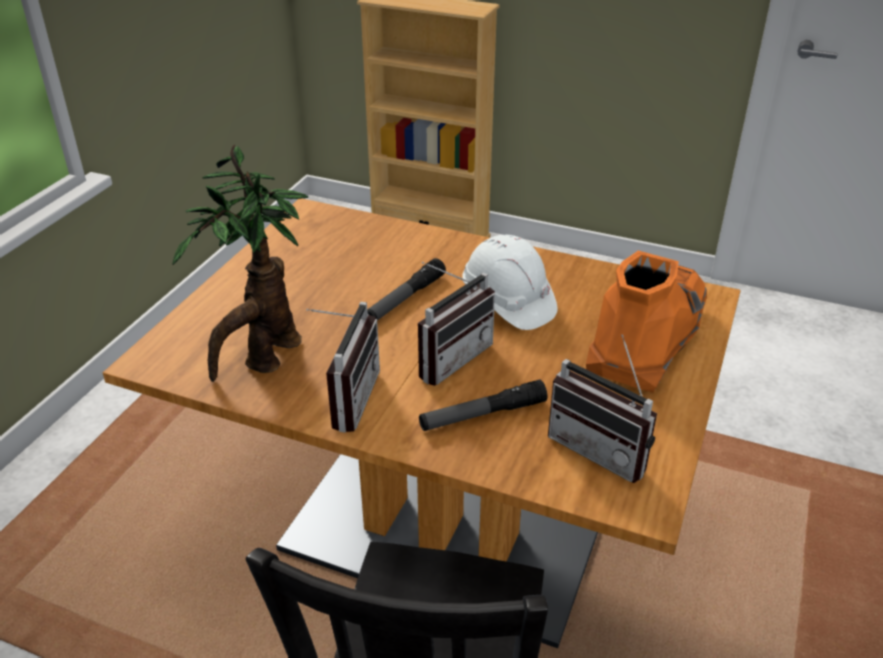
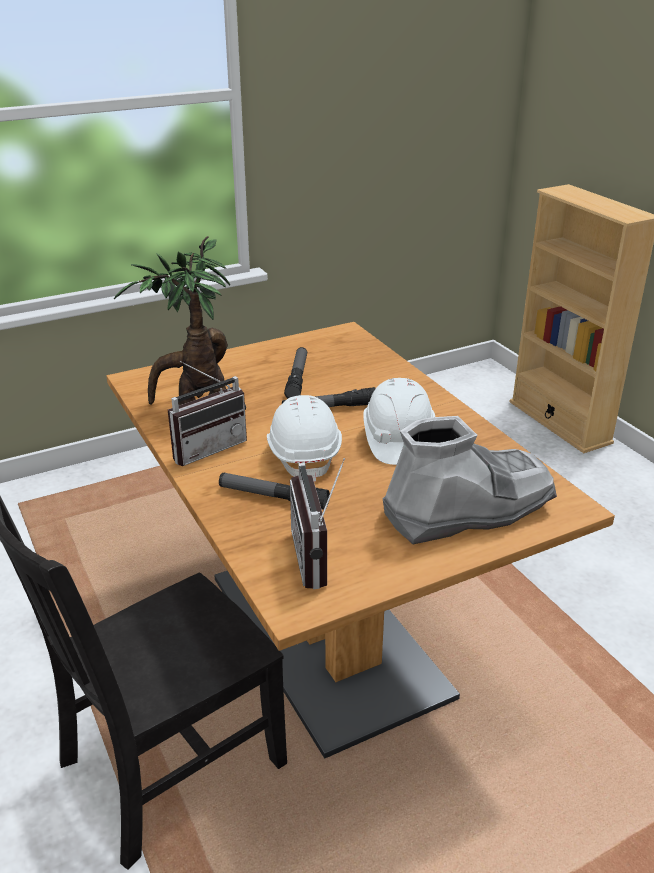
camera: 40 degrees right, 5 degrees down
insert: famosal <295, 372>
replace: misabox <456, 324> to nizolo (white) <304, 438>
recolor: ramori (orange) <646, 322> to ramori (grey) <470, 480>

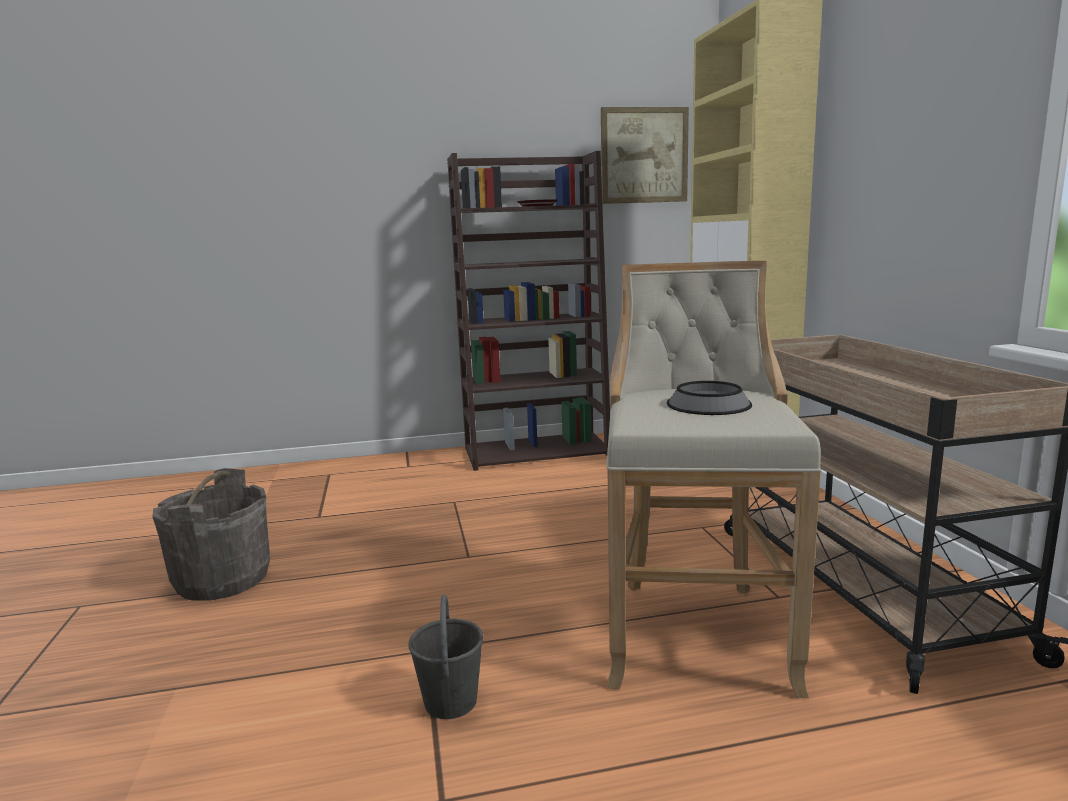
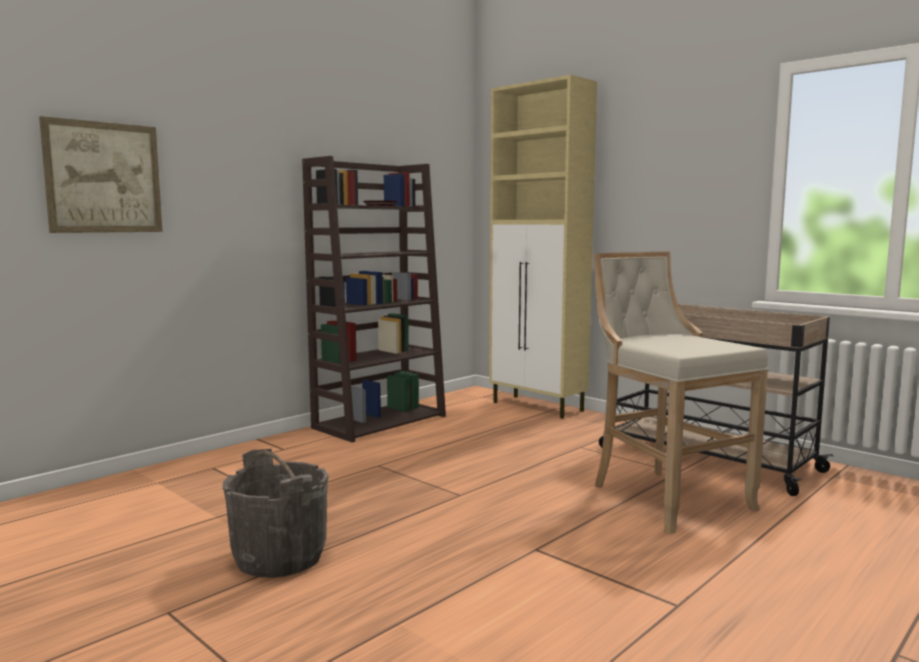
camera: 35 degrees left, 5 degrees down
delete: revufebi <709, 398>; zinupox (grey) <446, 656>
move: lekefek <645, 155> to <100, 174>

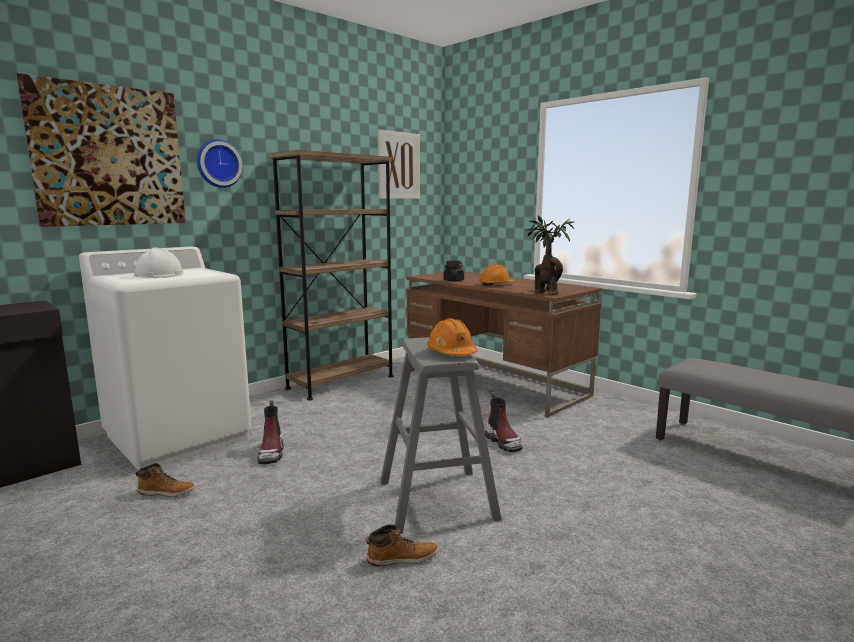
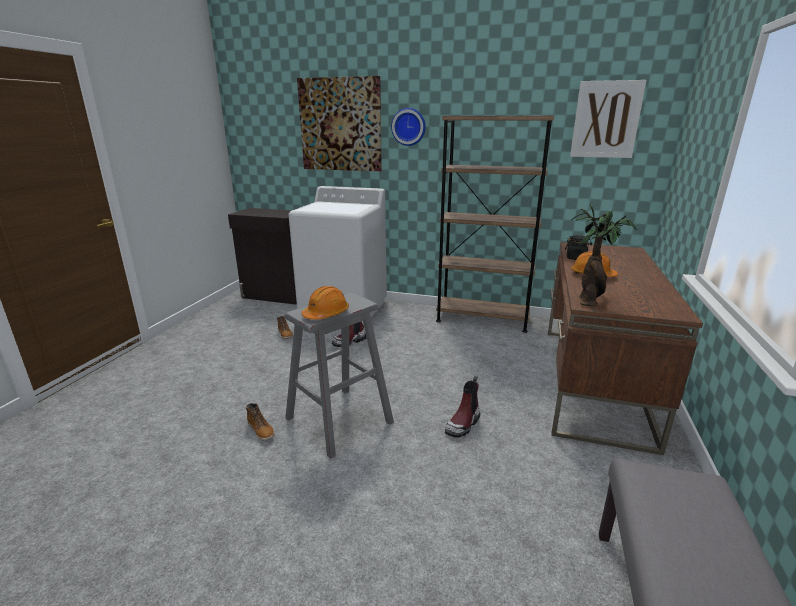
camera: 60 degrees right, 10 degrees up
delete: nizolo (white) <159, 263>

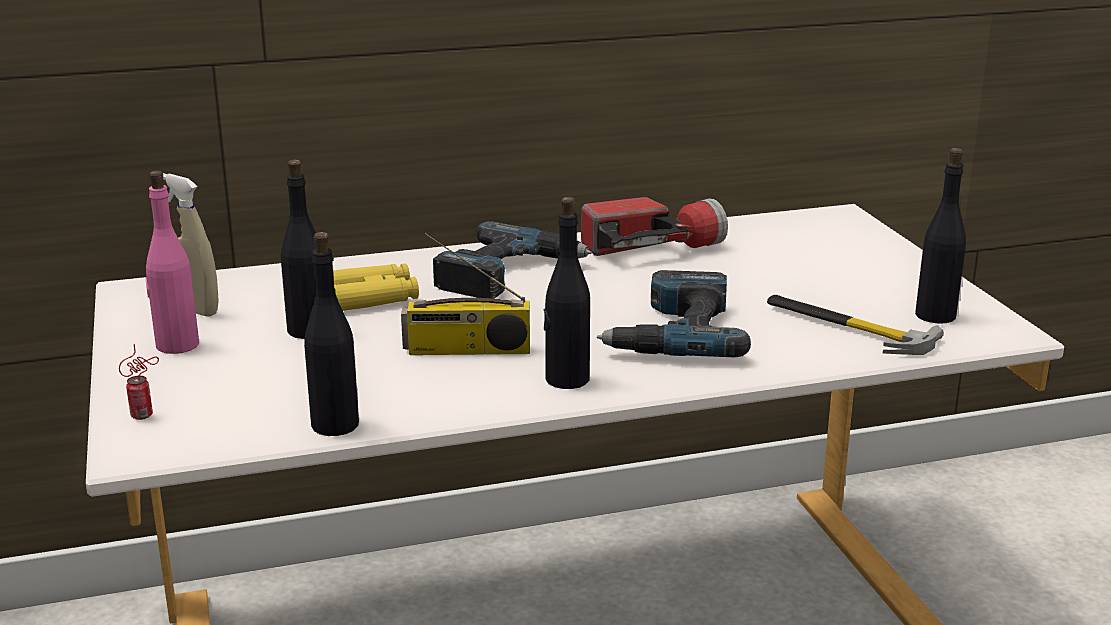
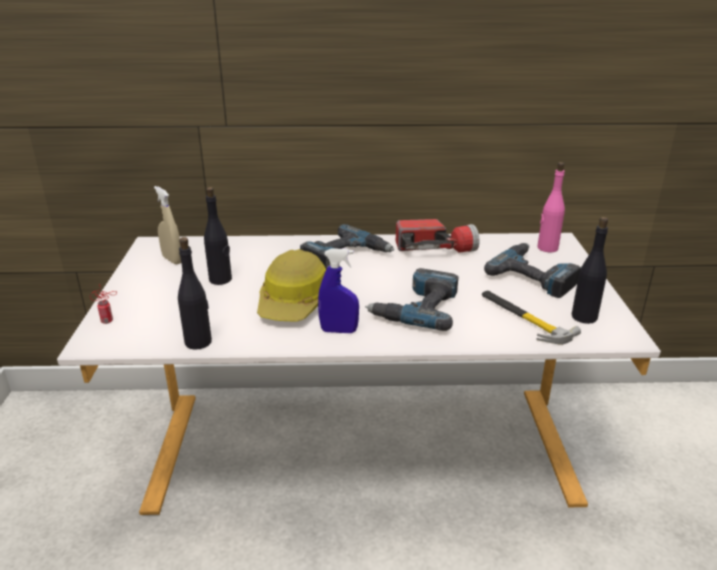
camera: 15 degrees right, 5 degrees up
delete: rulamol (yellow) <376, 287>
insert: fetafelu <532, 270>
move: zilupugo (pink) <172, 262> to <551, 207>
replace: zilupugo (black) <567, 293> to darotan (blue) <338, 290>; misabox <465, 294> to nizolo <291, 285>

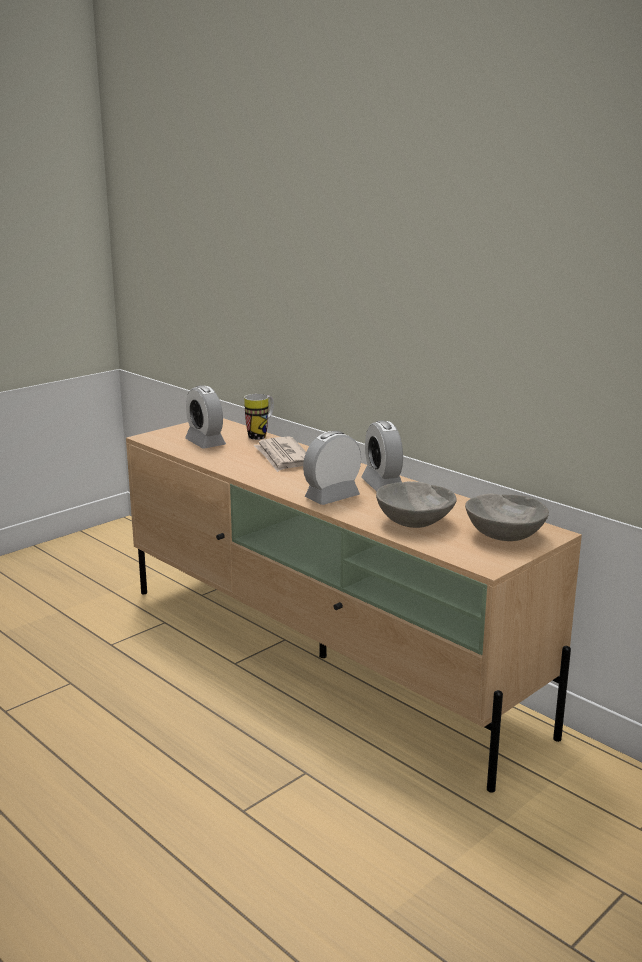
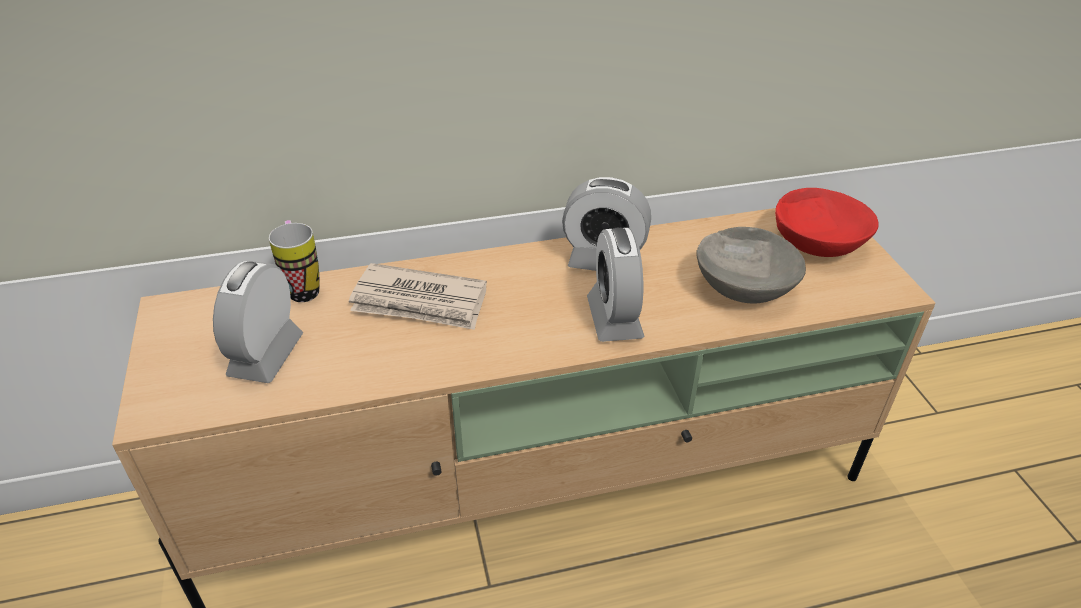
camera: 60 degrees left, 20 degrees up
recolor: revufebi (grey) <507, 517> to revufebi (red) <827, 222>
rotate: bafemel <205, 417> = <258, 322> 105 degrees clockwise

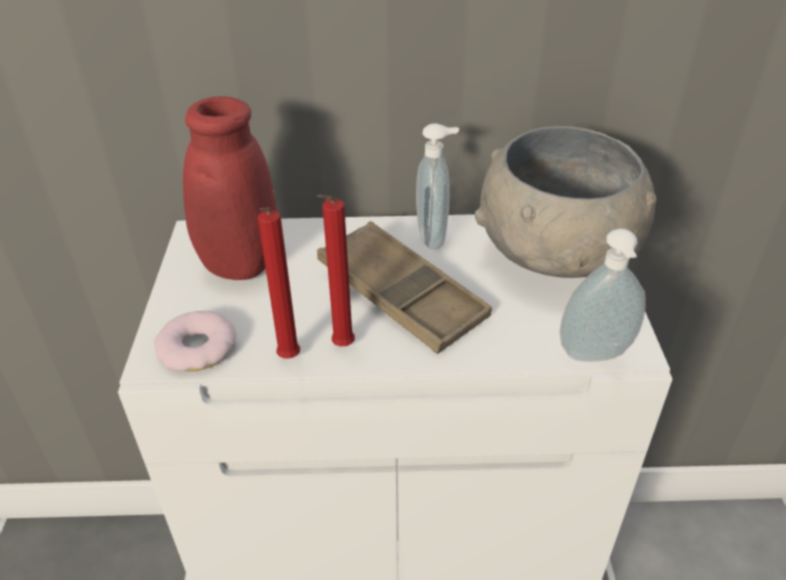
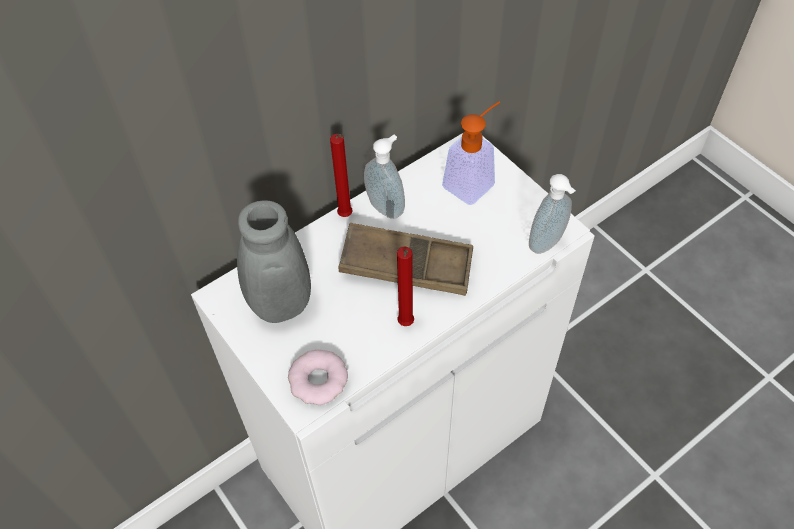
camera: 35 degrees left, 15 degrees up
move: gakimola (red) <279, 283> to <341, 175>
replace: revufebi (grey) <565, 202> to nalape <471, 153>
recolor: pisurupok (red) <168, 188> to pisurupok (grey) <261, 261>

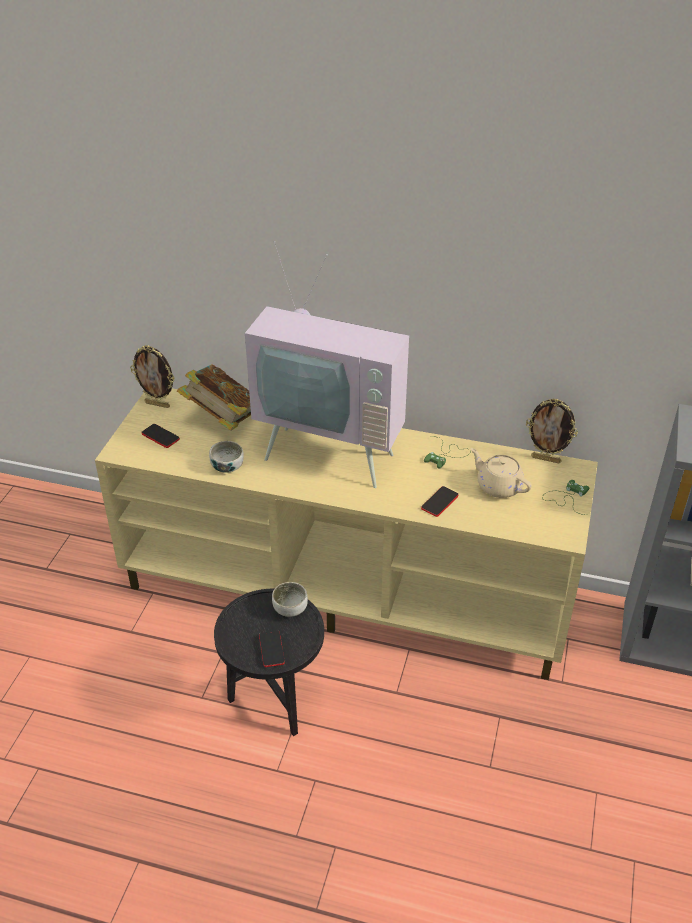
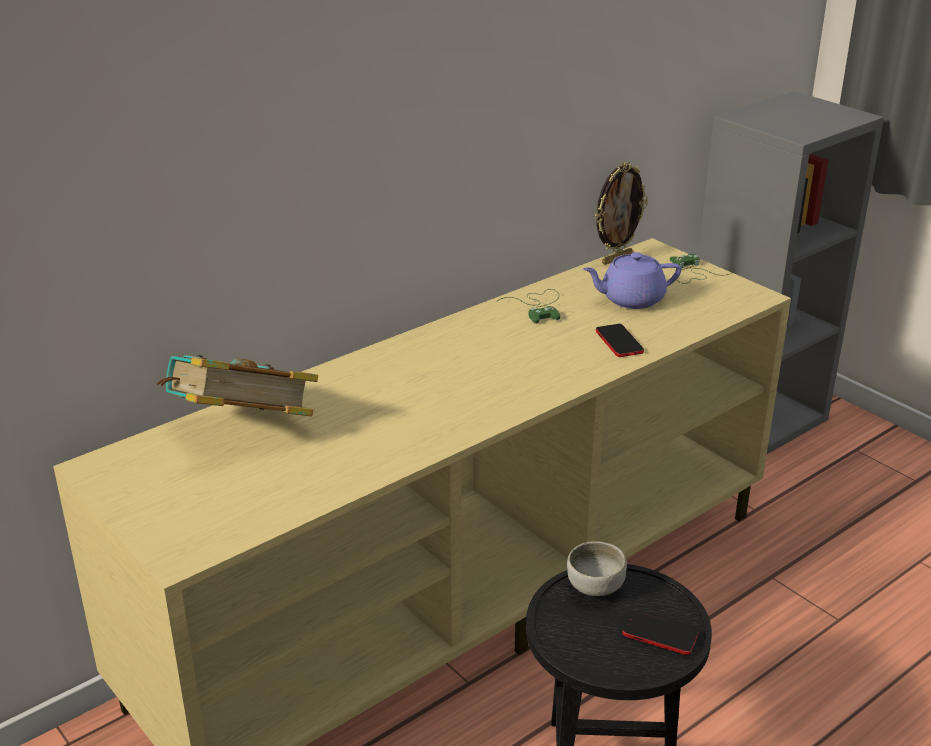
camera: 55 degrees left, 10 degrees down
delete: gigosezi <327, 364>; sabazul <152, 376>; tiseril <160, 436>; revufebi <226, 457>
recolor: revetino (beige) <501, 473> to revetino (purple) <632, 280>

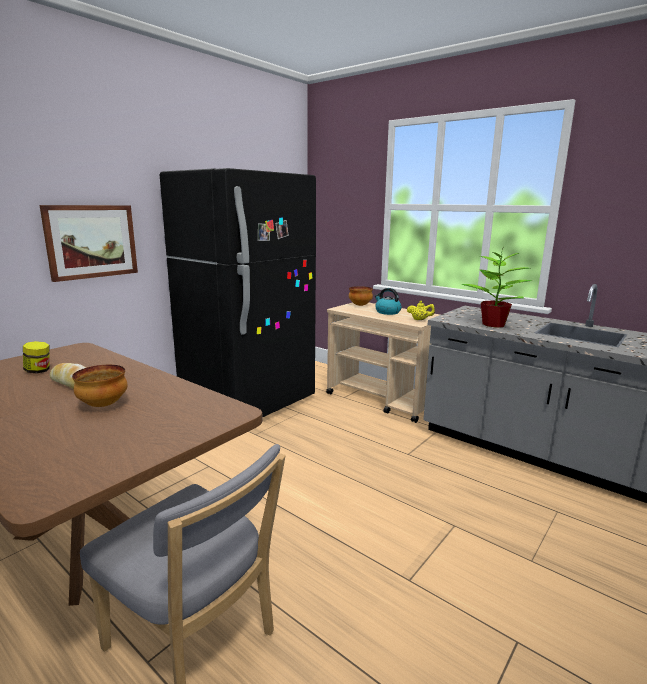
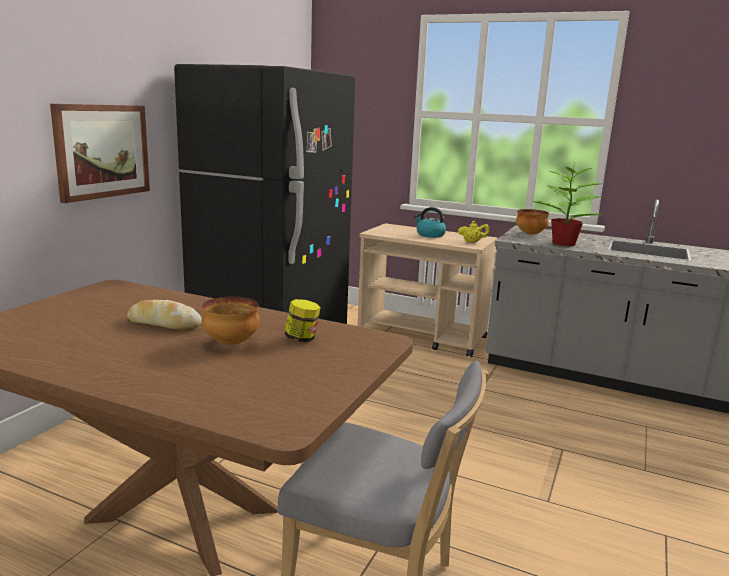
camera: 15 degrees left, 0 degrees up
move: revufebi <361, 296> to <532, 222>; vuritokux <36, 357> to <302, 320>

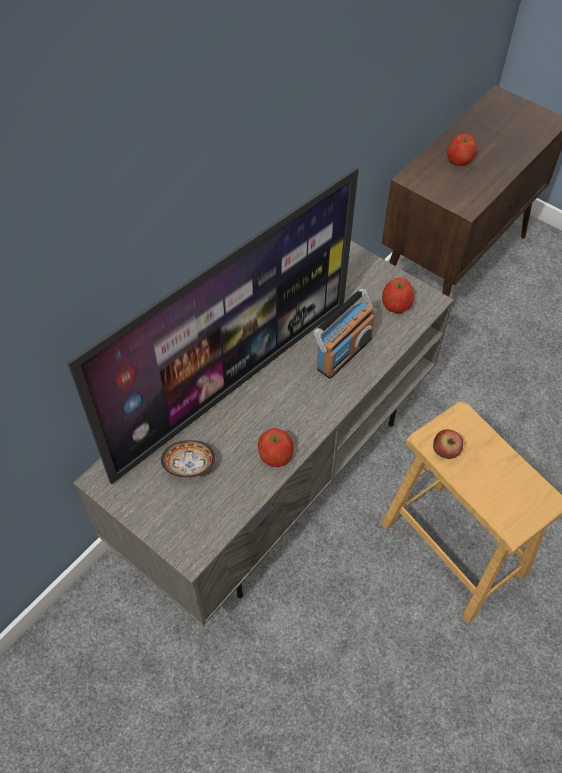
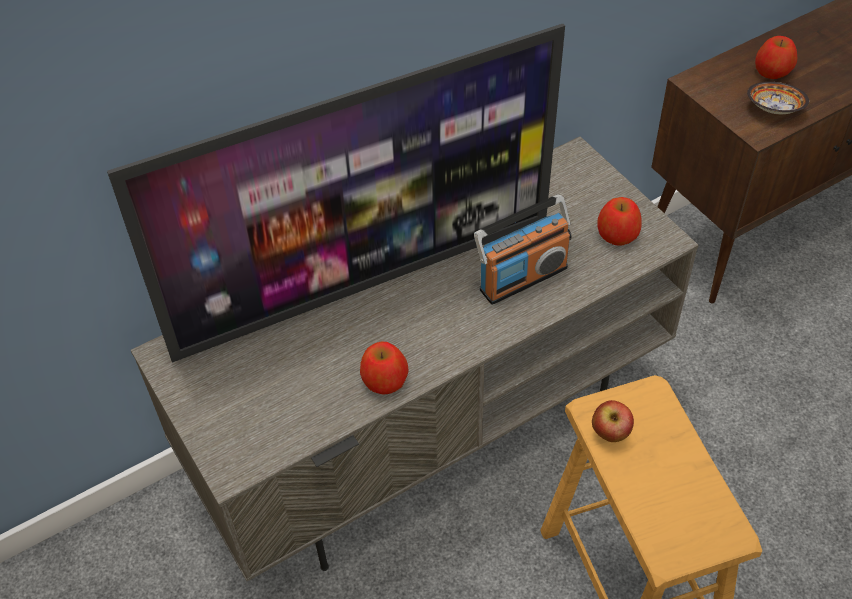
camera: 20 degrees right, 5 degrees down
move: revufebi <188, 459> to <778, 98>

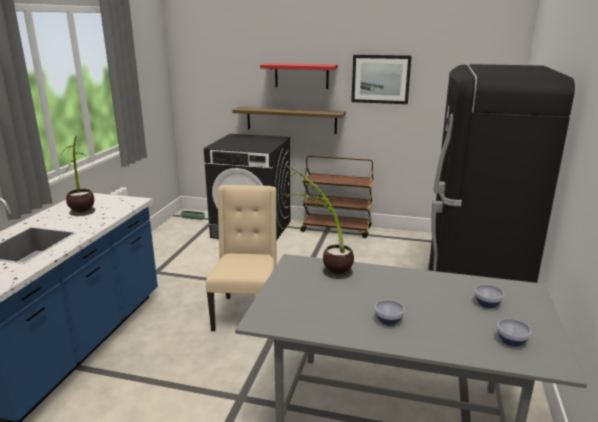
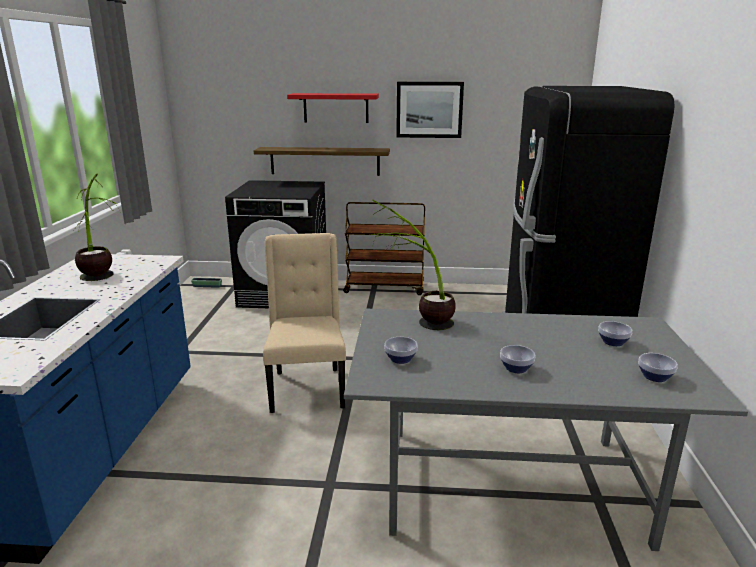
camera: 10 degrees left, 0 degrees up
insert: revufebi <401, 350>

